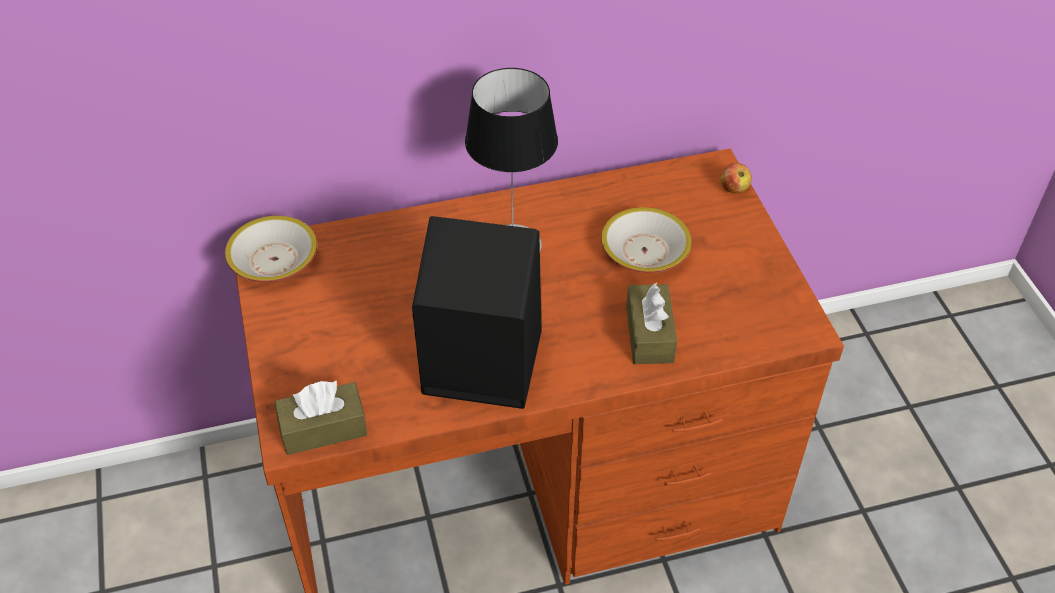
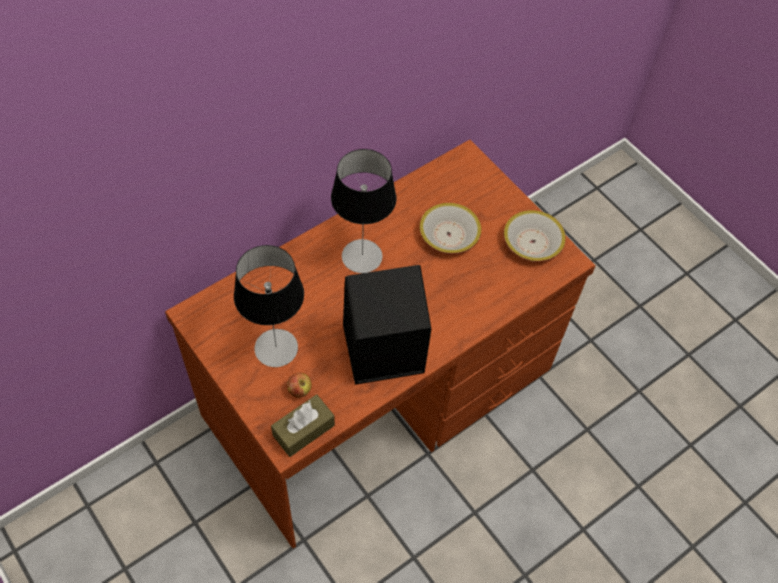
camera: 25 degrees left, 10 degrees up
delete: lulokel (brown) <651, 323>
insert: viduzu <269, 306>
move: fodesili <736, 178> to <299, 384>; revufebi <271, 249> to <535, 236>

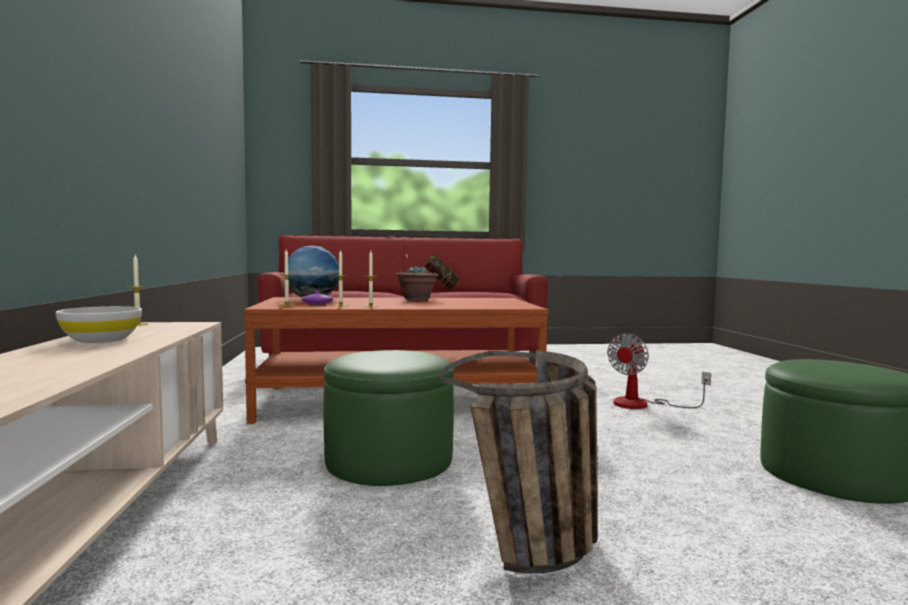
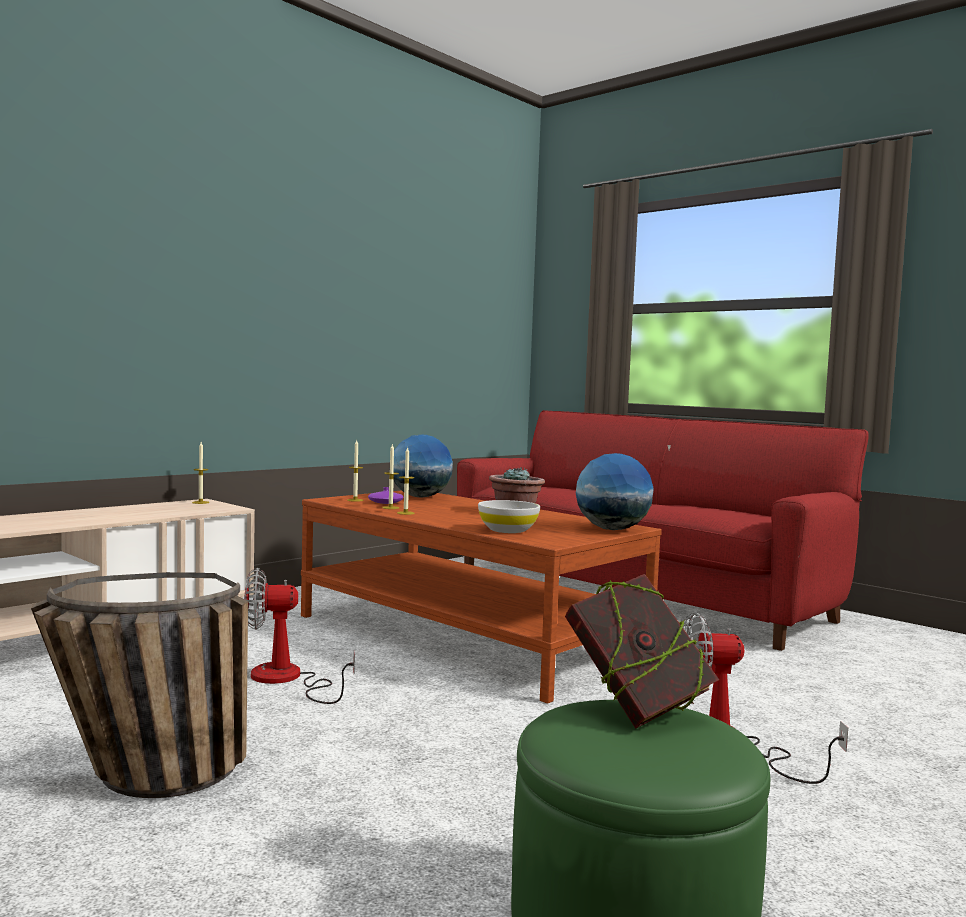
camera: 50 degrees right, 0 degrees up
insert: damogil <615, 491>
move: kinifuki <442, 273> to <642, 651>; revufebi (white) <98, 324> to <509, 516>
replace: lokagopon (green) <388, 418> to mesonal <299, 636>

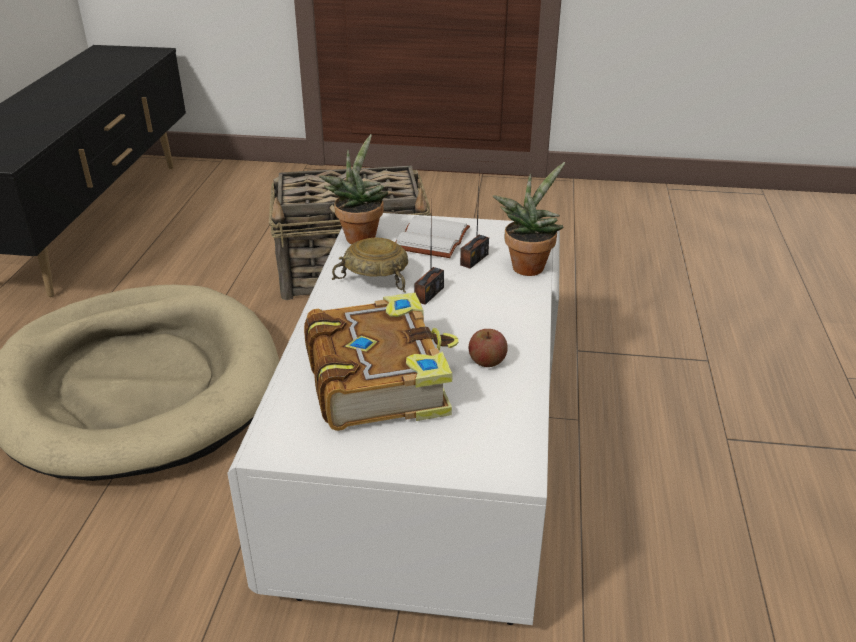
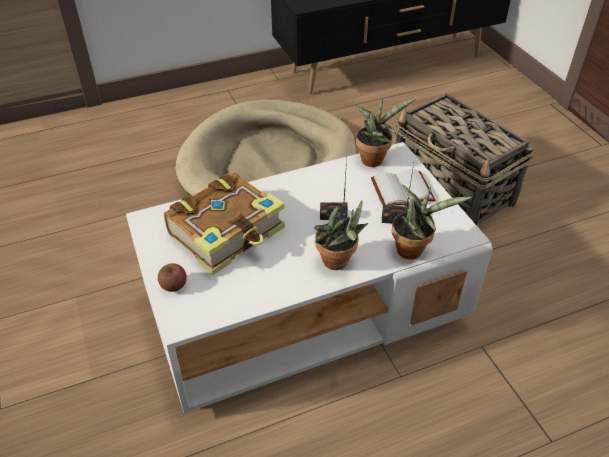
camera: 60 degrees right, 10 degrees up
delete: revufebi (beige) <370, 265>
insert: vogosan <341, 235>
move: fodesili <488, 348> to <172, 277>

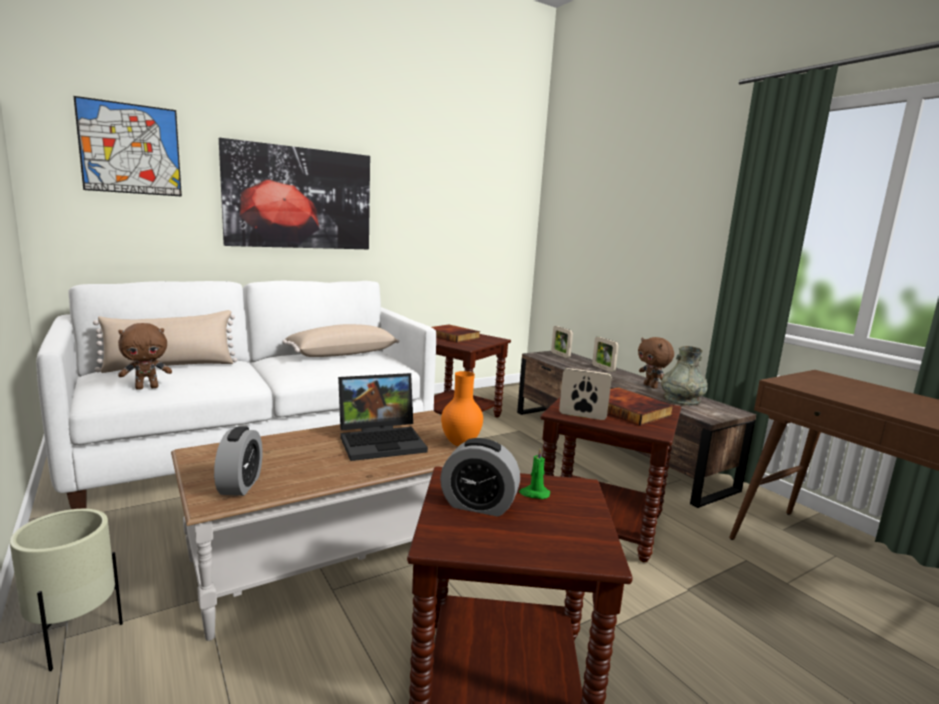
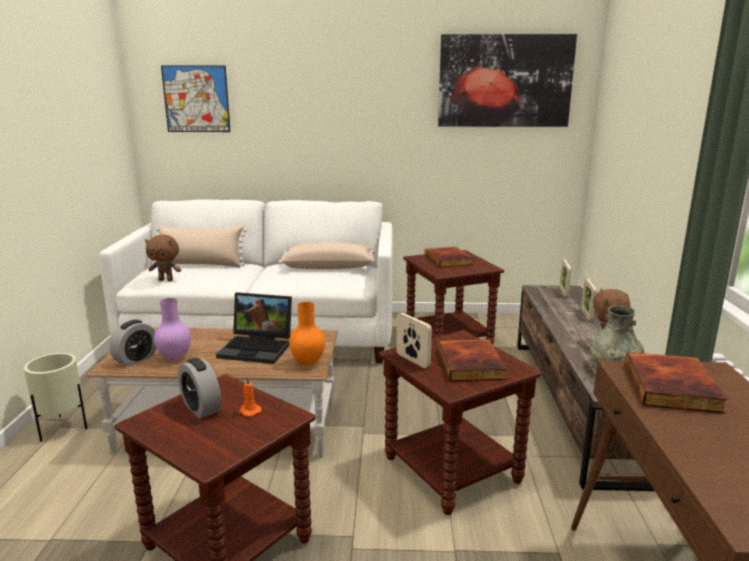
camera: 35 degrees right, 5 degrees up
insert: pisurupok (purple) <172, 329>; kinifuki <676, 382>
move: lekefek <294, 193> to <507, 80>
recolor: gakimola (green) <534, 473> to gakimola (orange) <250, 396>

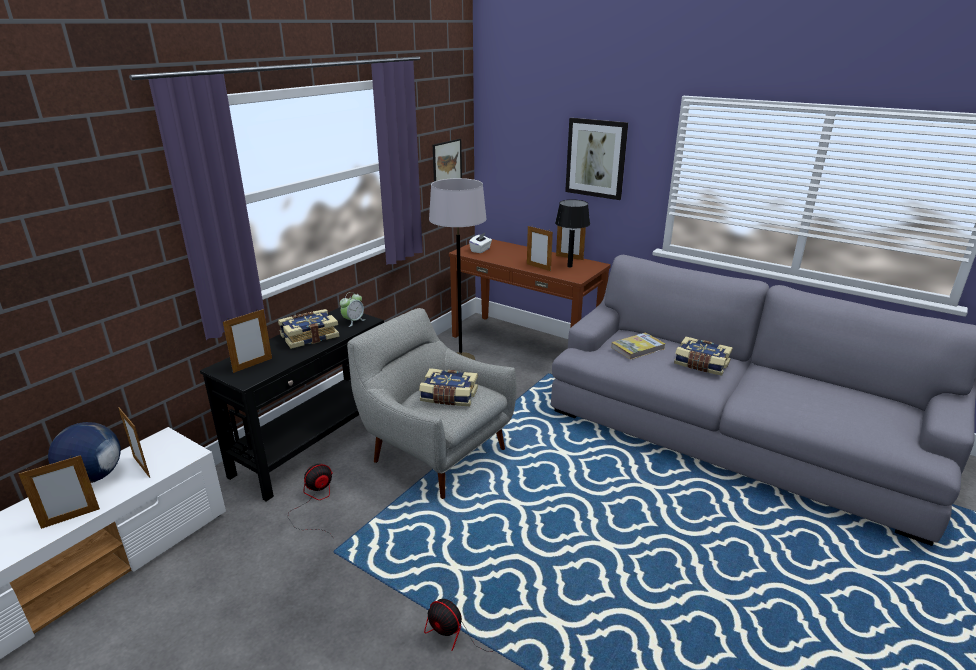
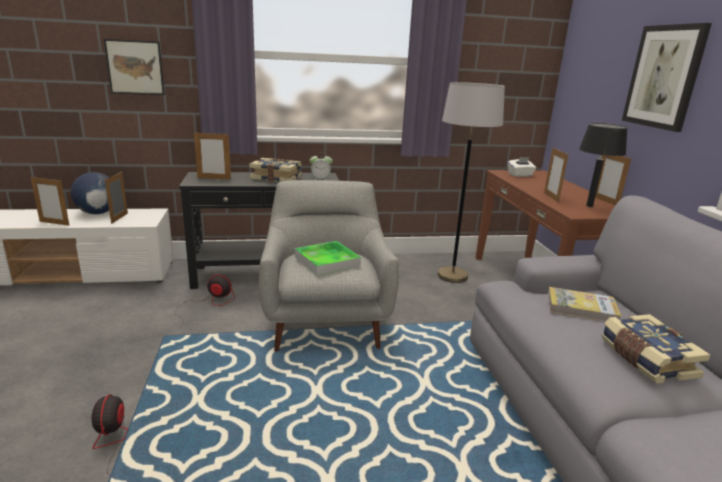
camera: 45 degrees right, 5 degrees down
move: lekefek <447, 160> to <134, 67>
replace: kinifuki <448, 387> to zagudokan <328, 258>

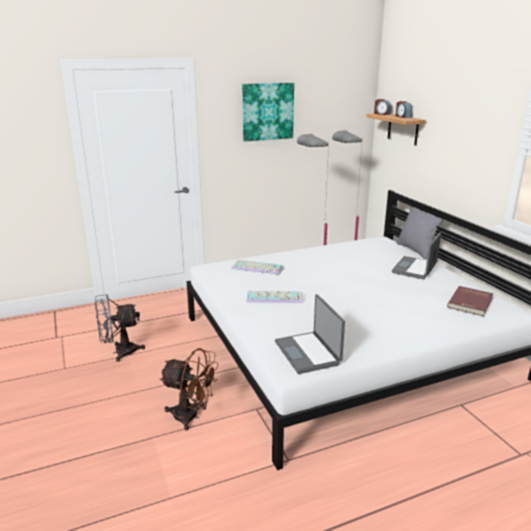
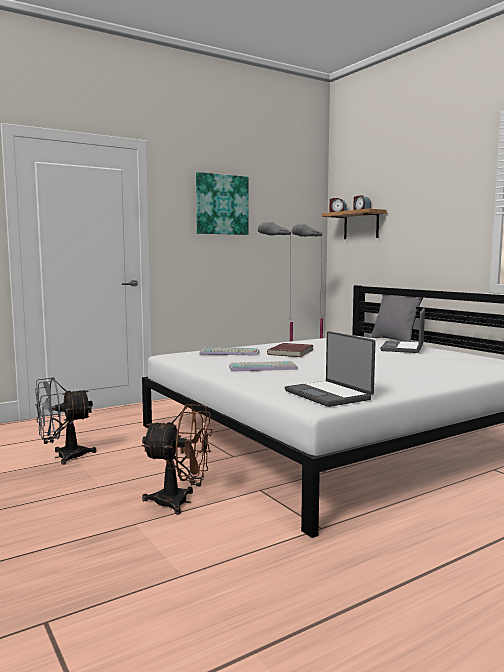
camera: 10 degrees left, 15 degrees down
move: kinifuki (red) <470, 301> to <290, 350>

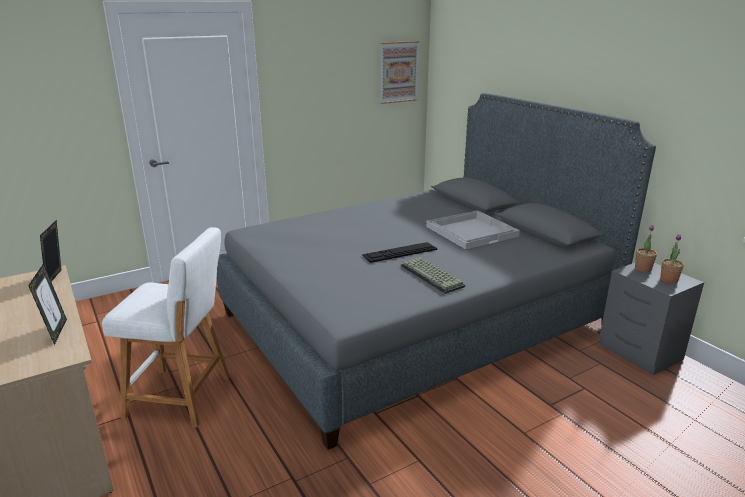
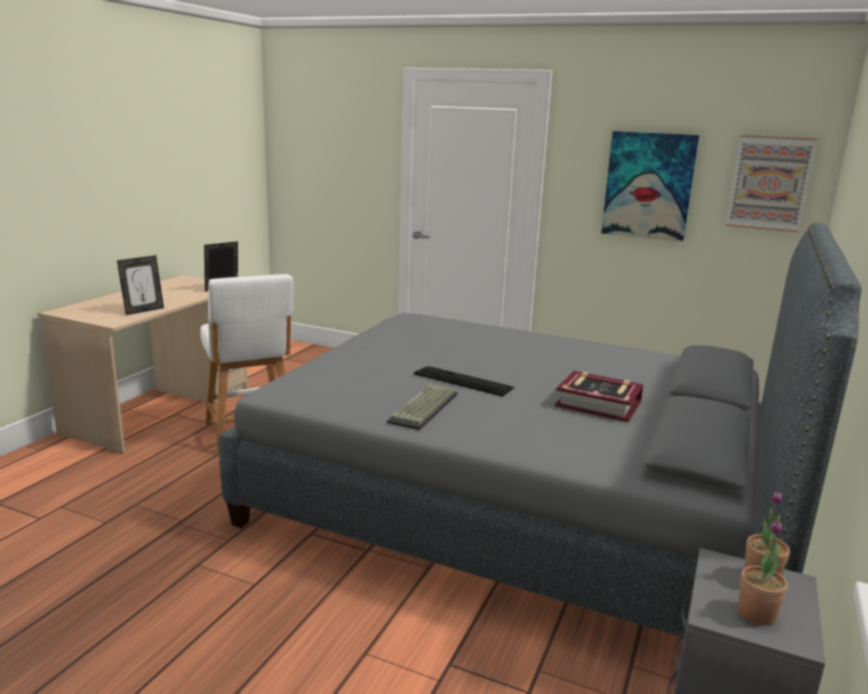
camera: 55 degrees right, 5 degrees down
insert: lekefek <650, 186>
replace: zagudokan (white) <473, 229> to kinifuki <599, 396>

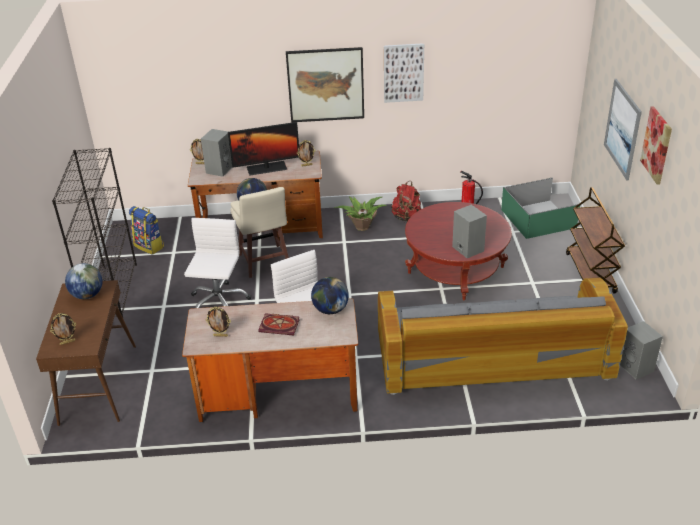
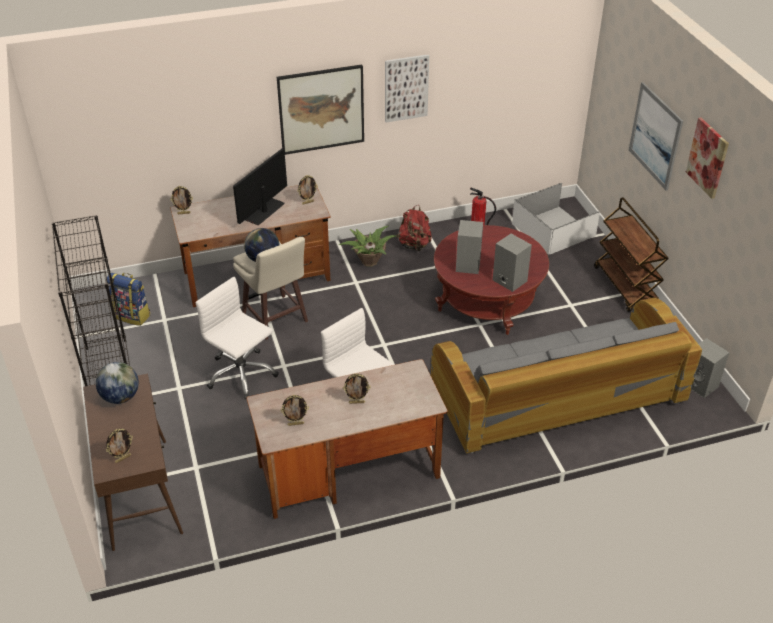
camera: 15 degrees left, 5 degrees up
delete: damogil <330, 295>
move: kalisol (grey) <216, 153> to <469, 247>
replace: kinifuki <279, 324> to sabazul <356, 388>
recolor: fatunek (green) <540, 208> to fatunek (white) <556, 219>
rotate: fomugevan <263, 149> = <260, 186> 150 degrees clockwise; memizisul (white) <217, 263> = <237, 338> 45 degrees counterclockwise

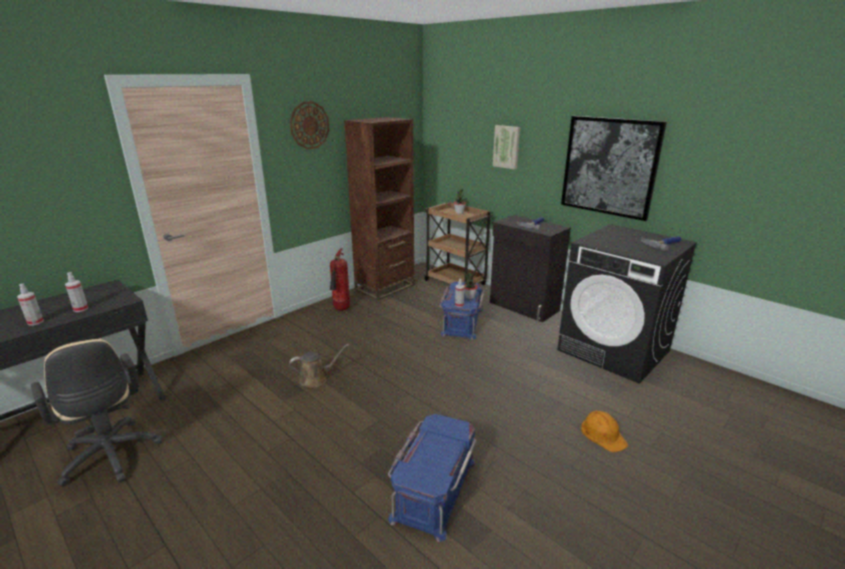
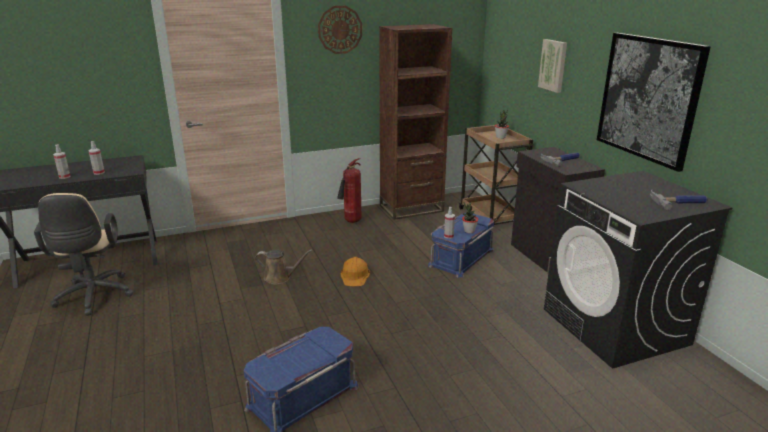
camera: 25 degrees right, 0 degrees up
move: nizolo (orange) <604, 431> to <355, 271>

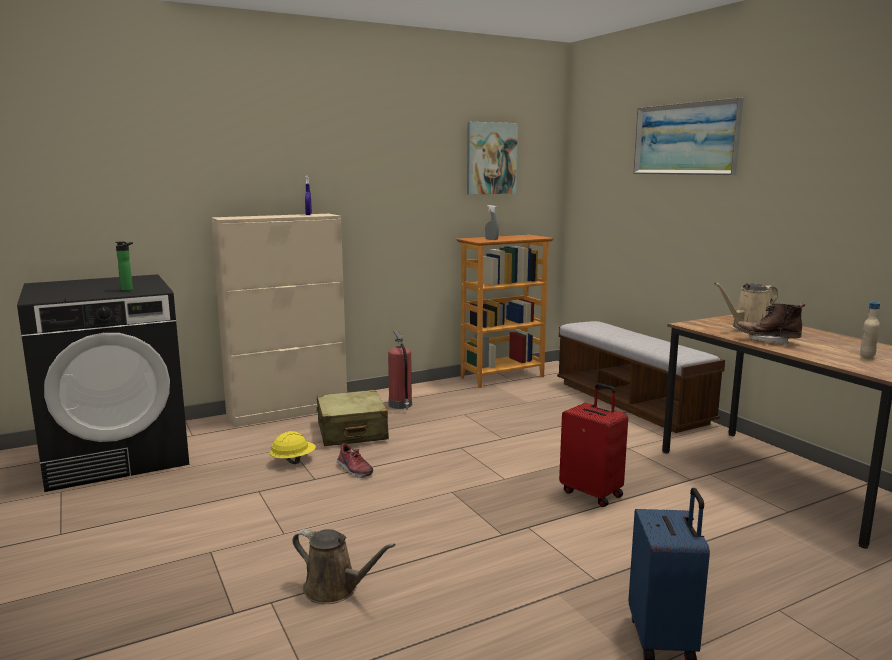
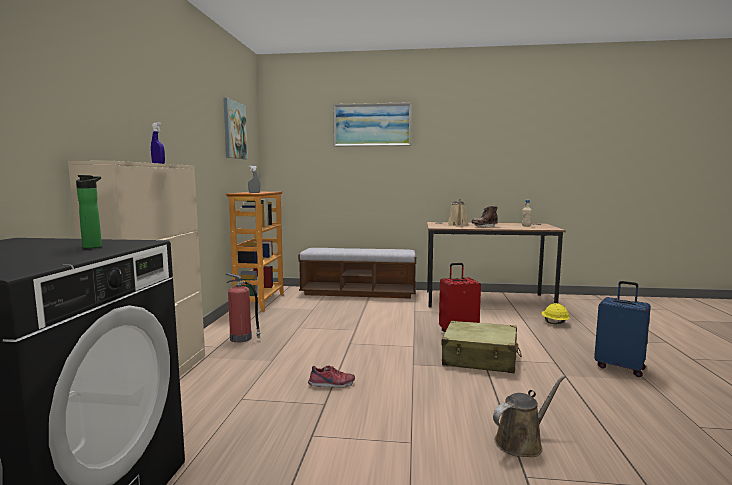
camera: 55 degrees left, 5 degrees down
move: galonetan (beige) <352, 418> to <482, 347>; nizolo (yellow) <293, 447> to <555, 313>

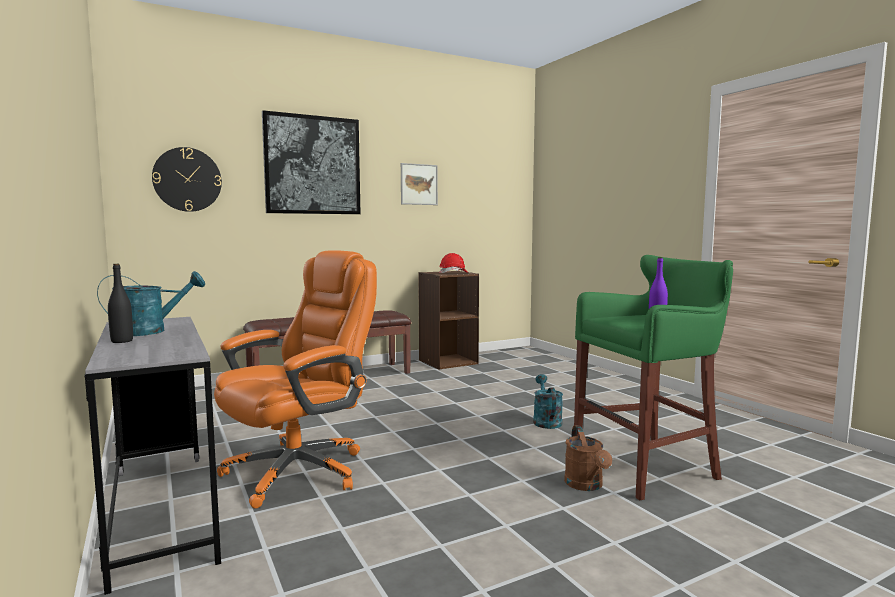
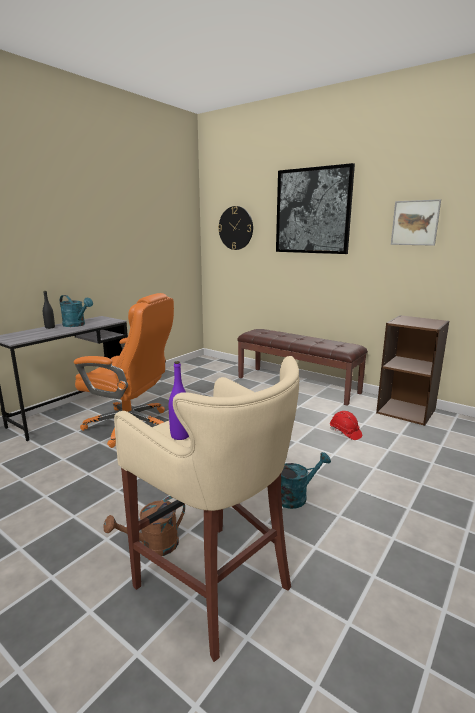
camera: 65 degrees right, 10 degrees up
move: nizolo (red) <453, 263> to <346, 425>
recolor: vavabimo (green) <653, 377> to vavabimo (beige) <206, 509>

